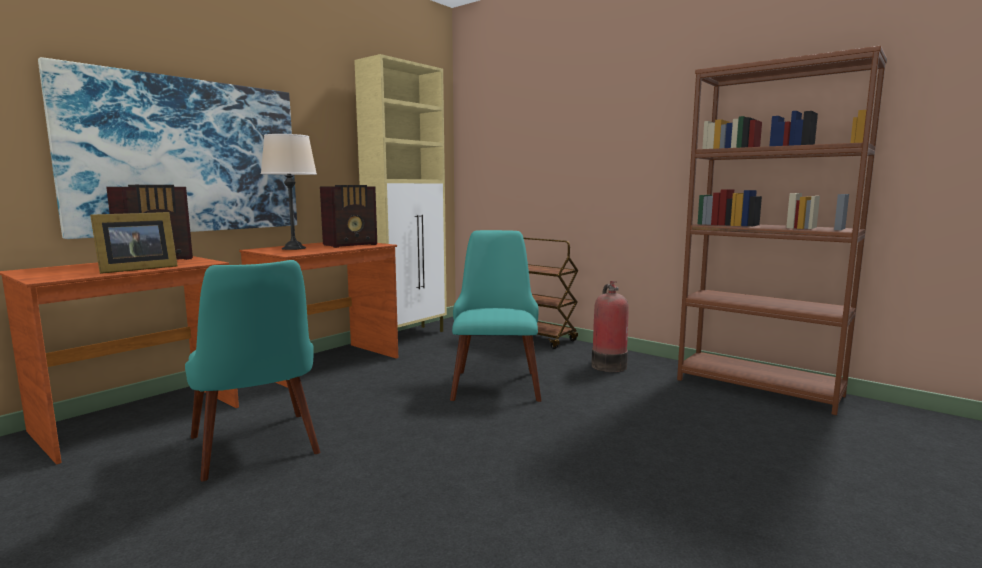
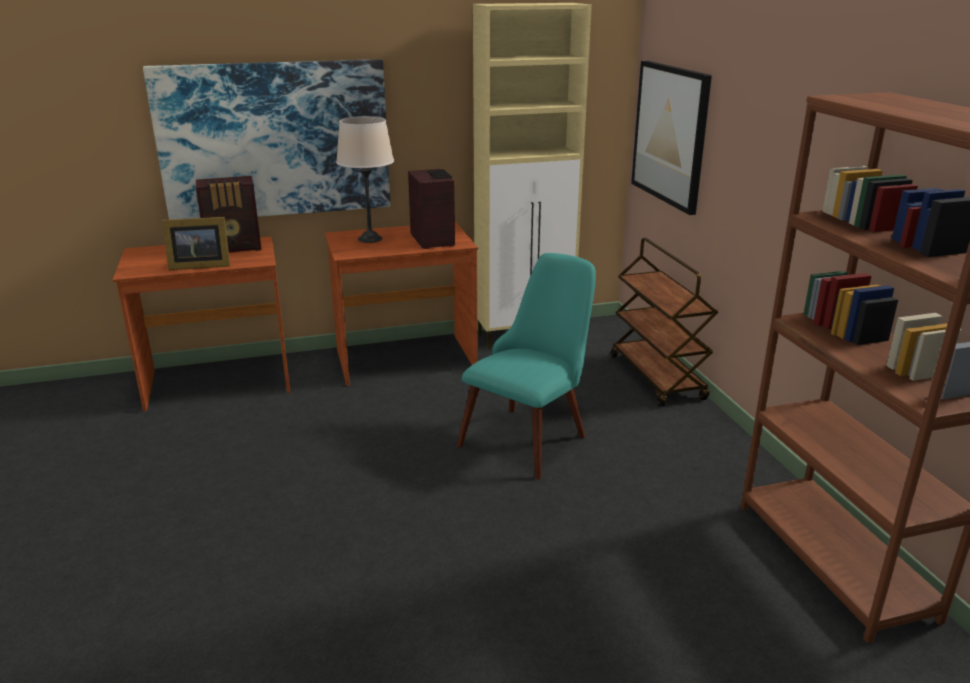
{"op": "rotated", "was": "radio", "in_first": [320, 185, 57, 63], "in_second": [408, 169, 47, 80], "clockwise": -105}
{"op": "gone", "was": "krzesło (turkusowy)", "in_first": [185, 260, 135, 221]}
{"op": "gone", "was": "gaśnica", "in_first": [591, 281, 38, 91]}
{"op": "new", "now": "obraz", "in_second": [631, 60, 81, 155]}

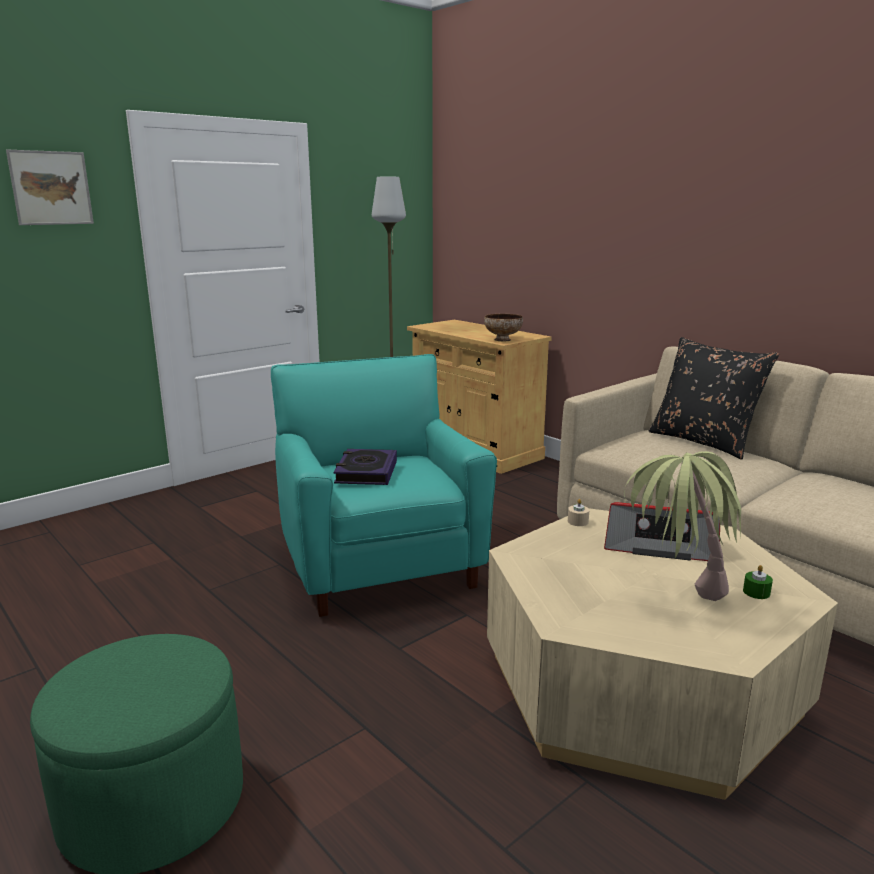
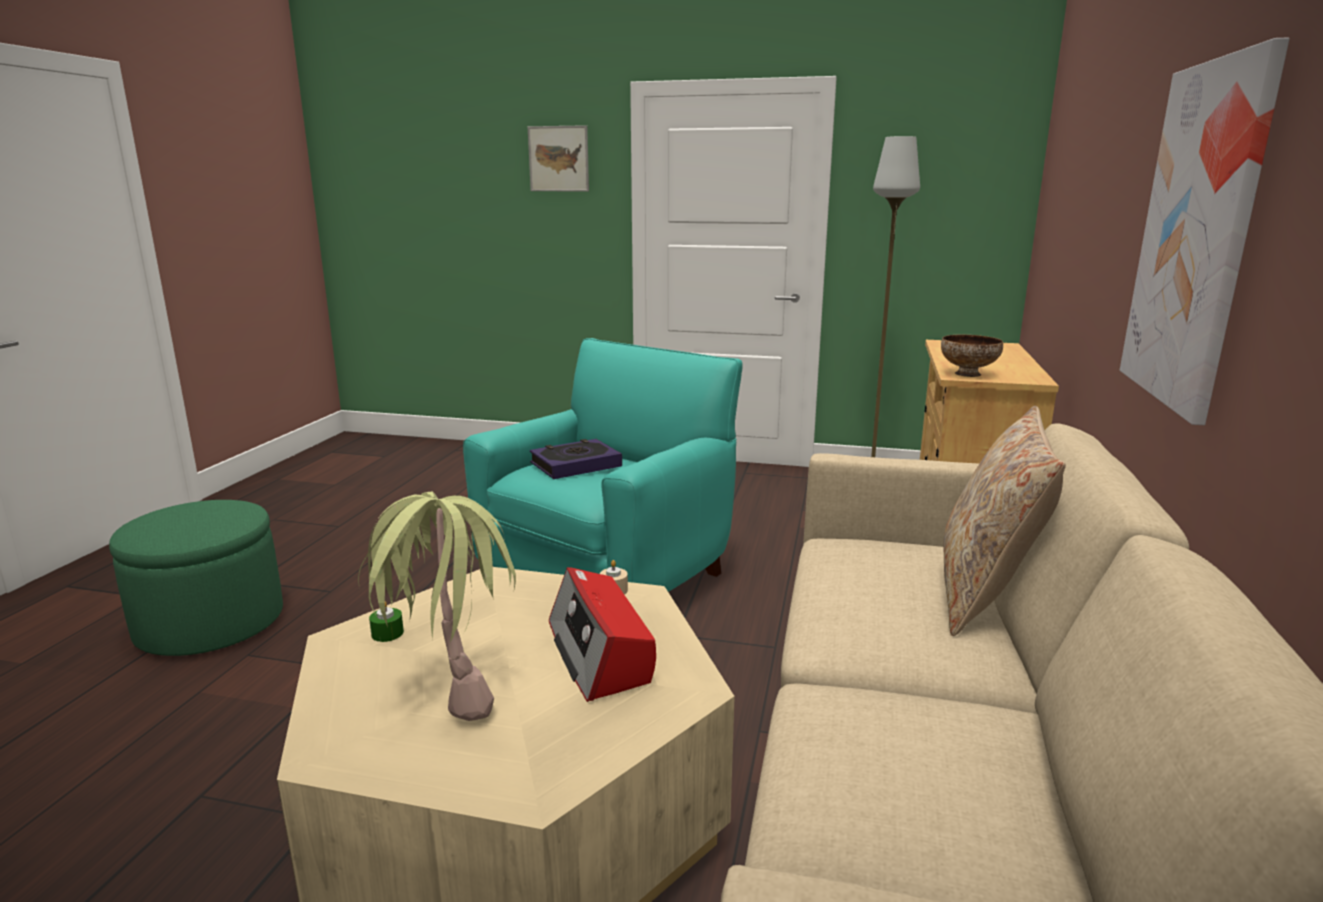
{"op": "repainted", "was": "poduszka (czarny)", "now": "poduszka (beżowy)", "in_first": [649, 337, 130, 123], "in_second": [943, 406, 123, 230]}
{"op": "shifted", "was": "świeca (zielony)", "in_first": [743, 565, 30, 34], "in_second": [369, 601, 35, 41]}
{"op": "new", "now": "obraz", "in_second": [1120, 37, 170, 388]}

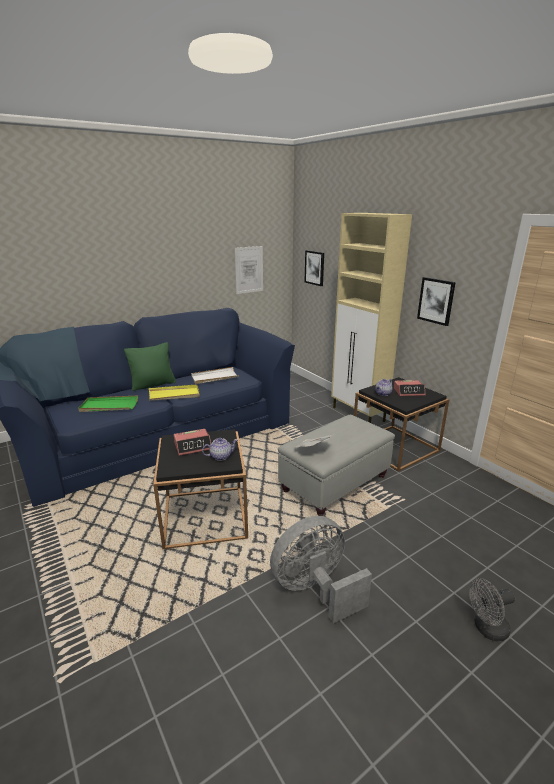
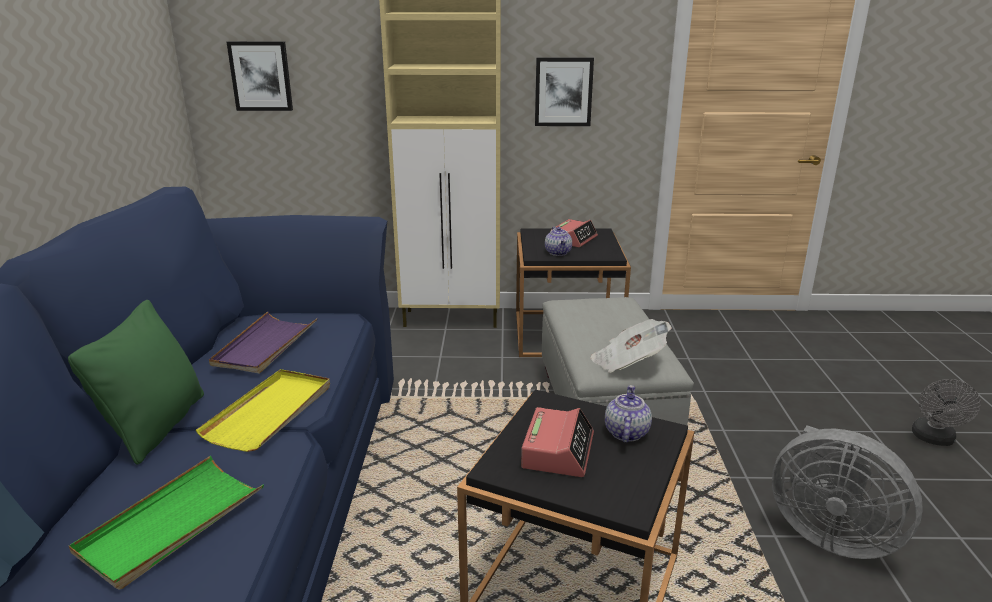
{"op": "gone", "was": "obraz", "in_first": [234, 246, 29, 48]}
{"op": "repainted", "was": "taca (biały)", "now": "taca (fioletowy)", "in_first": [191, 367, 48, 17], "in_second": [209, 311, 109, 62]}
{"op": "rotated", "was": "wentylator (szary)", "in_first": [270, 516, 102, 107], "in_second": [772, 425, 151, 134], "clockwise": -60}

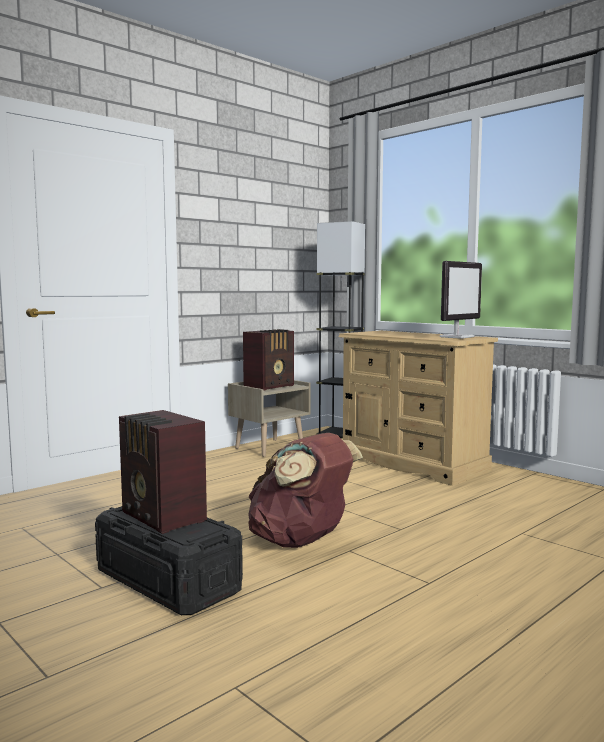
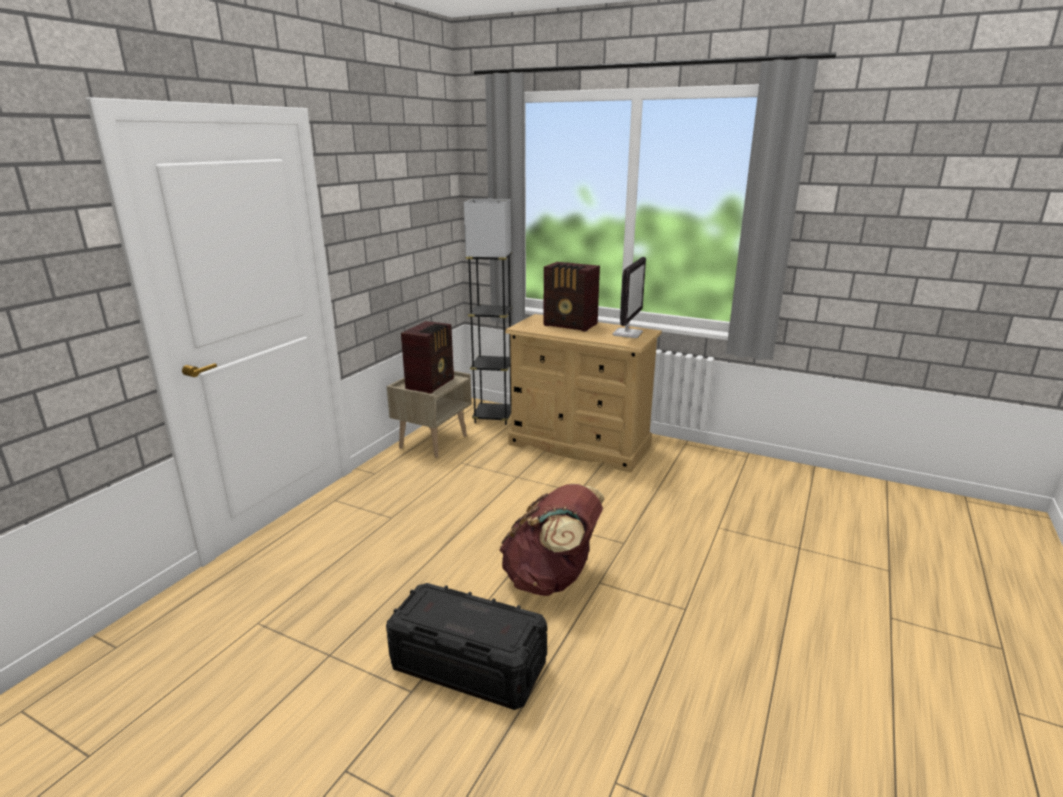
{"op": "shifted", "was": "radio", "in_first": [119, 410, 88, 124], "in_second": [543, 262, 57, 70]}

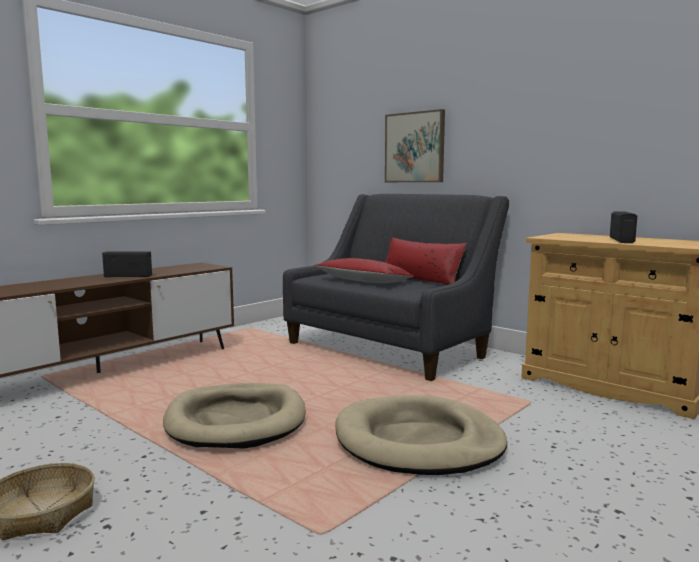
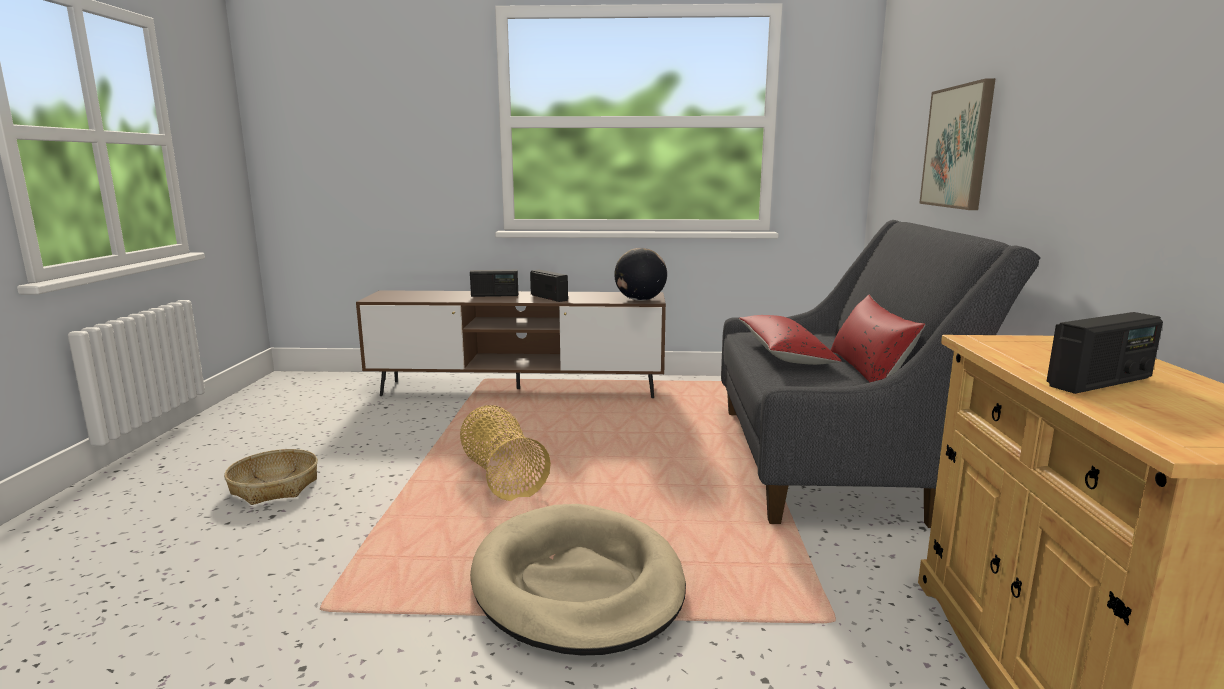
{"op": "swapped", "was": "legowisko (beżowy)", "now": "koszyk", "in_first": [163, 383, 143, 66], "in_second": [460, 405, 91, 96]}
{"op": "new", "now": "globus", "in_second": [614, 248, 53, 53]}
{"op": "new", "now": "radio", "in_second": [470, 270, 48, 27]}

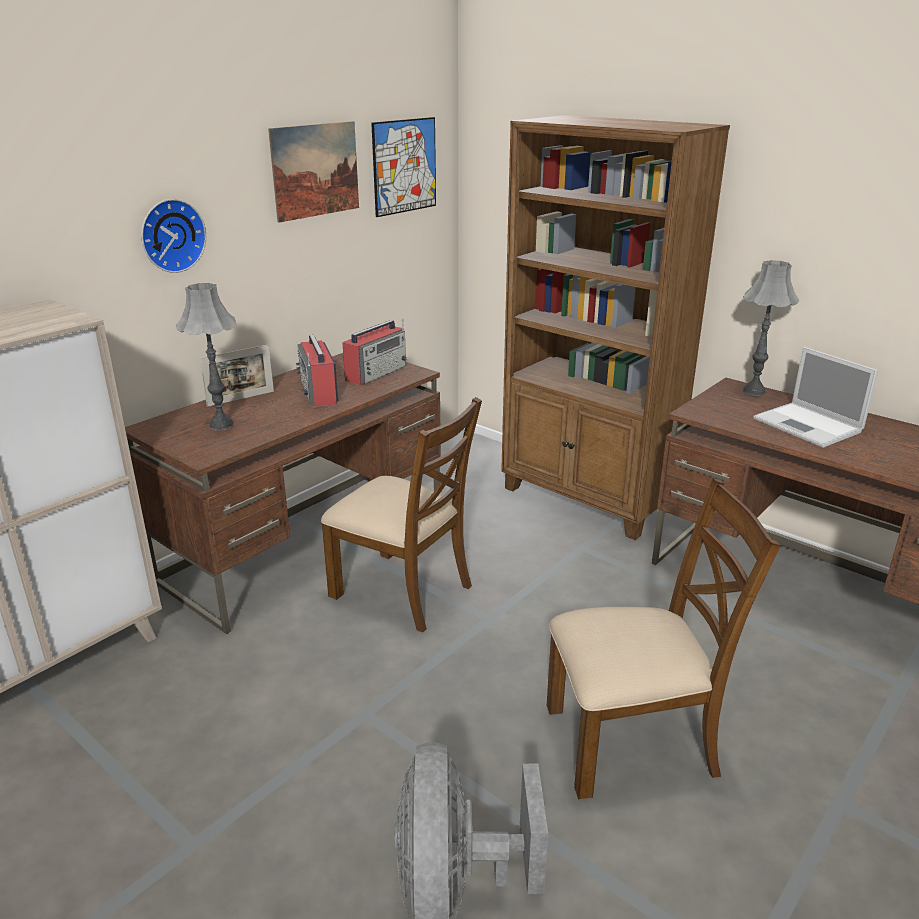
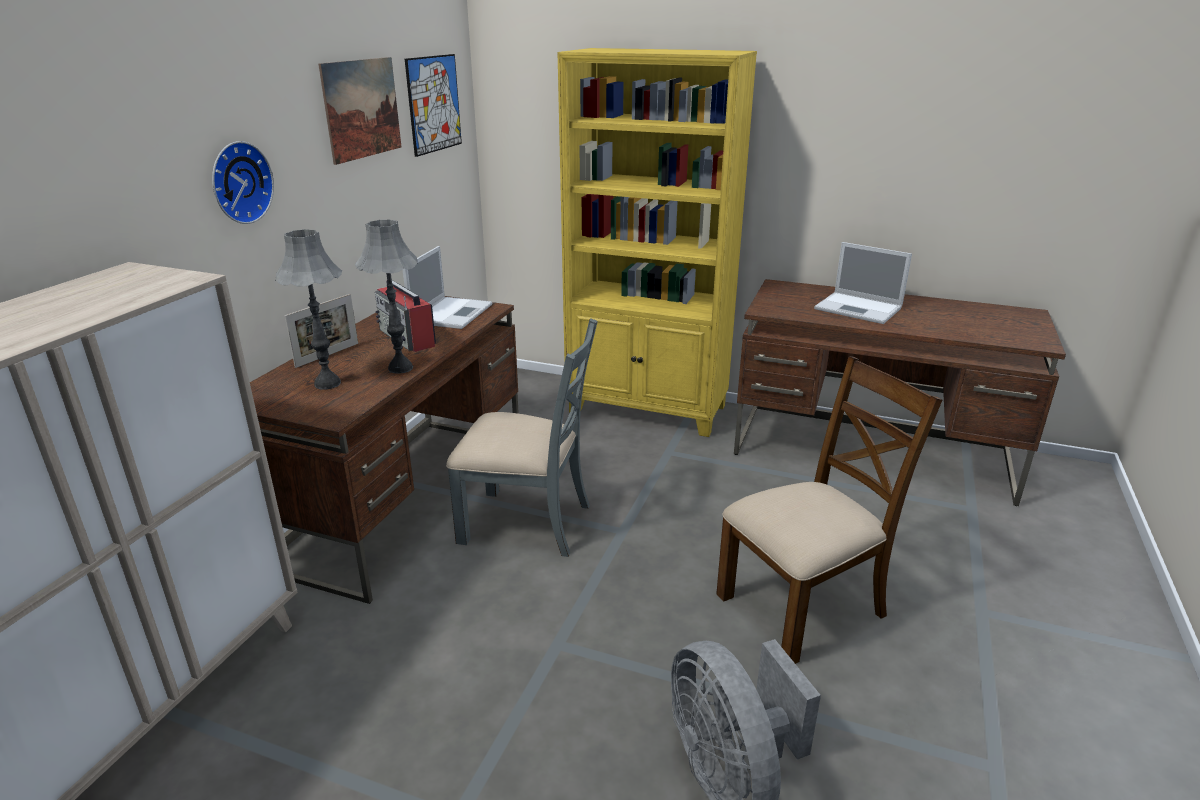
{"op": "repainted", "was": "regał (brązowy)", "now": "regał (żółty)", "in_first": [501, 115, 229, 425], "in_second": [557, 48, 200, 389]}
{"op": "shifted", "was": "lampa stołowa (szary)", "in_first": [743, 260, 57, 136], "in_second": [355, 219, 63, 155]}
{"op": "swapped", "was": "radio", "now": "laptop", "in_first": [342, 319, 65, 66], "in_second": [403, 246, 90, 83]}
{"op": "repainted", "was": "krzesło (brązowy)", "now": "krzesło (szary)", "in_first": [321, 397, 161, 236], "in_second": [446, 318, 152, 239]}

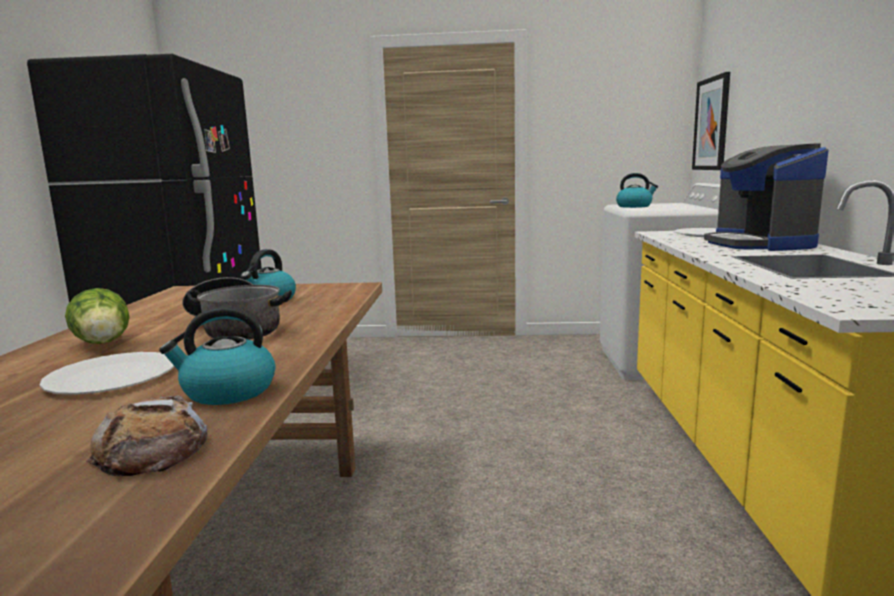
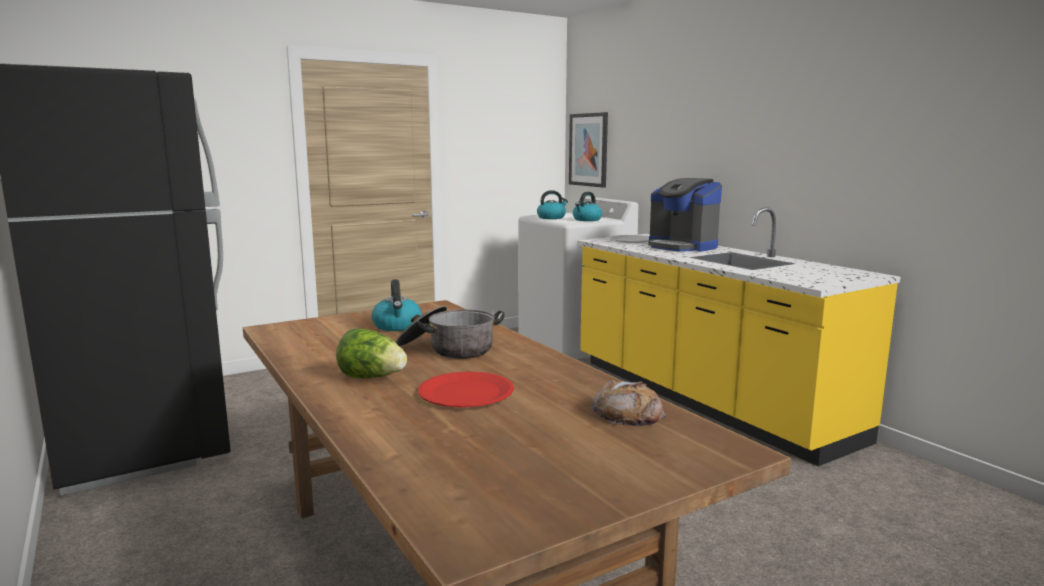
{"op": "shifted", "was": "czajnik", "in_first": [159, 306, 116, 99], "in_second": [573, 192, 29, 29]}
{"op": "repainted", "was": "talerz (biały)", "now": "talerz (czerwony)", "in_first": [39, 352, 135, 43], "in_second": [418, 371, 96, 36]}

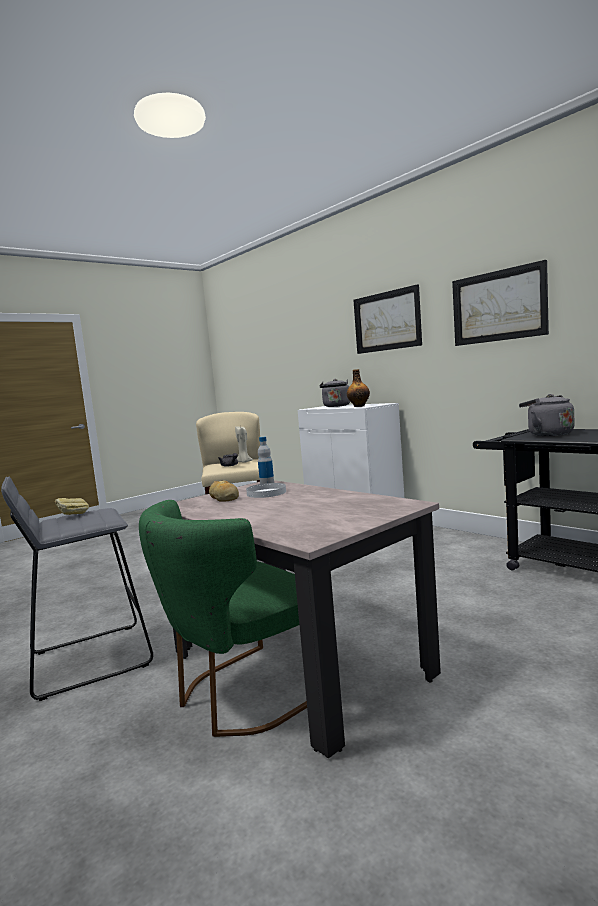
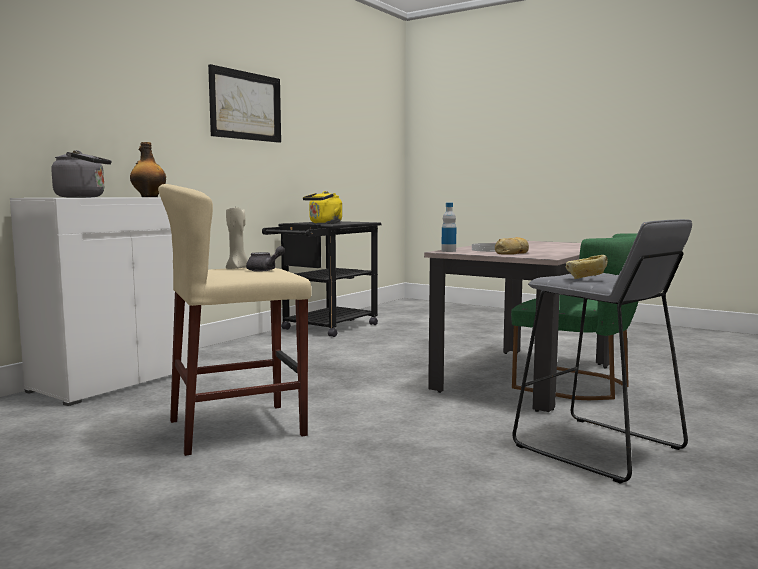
{"op": "gone", "was": "obraz", "in_first": [353, 284, 69, 70]}
{"op": "repainted", "was": "czajnik (szary)", "now": "czajnik (żółty)", "in_first": [519, 394, 55, 42], "in_second": [303, 191, 39, 33]}

